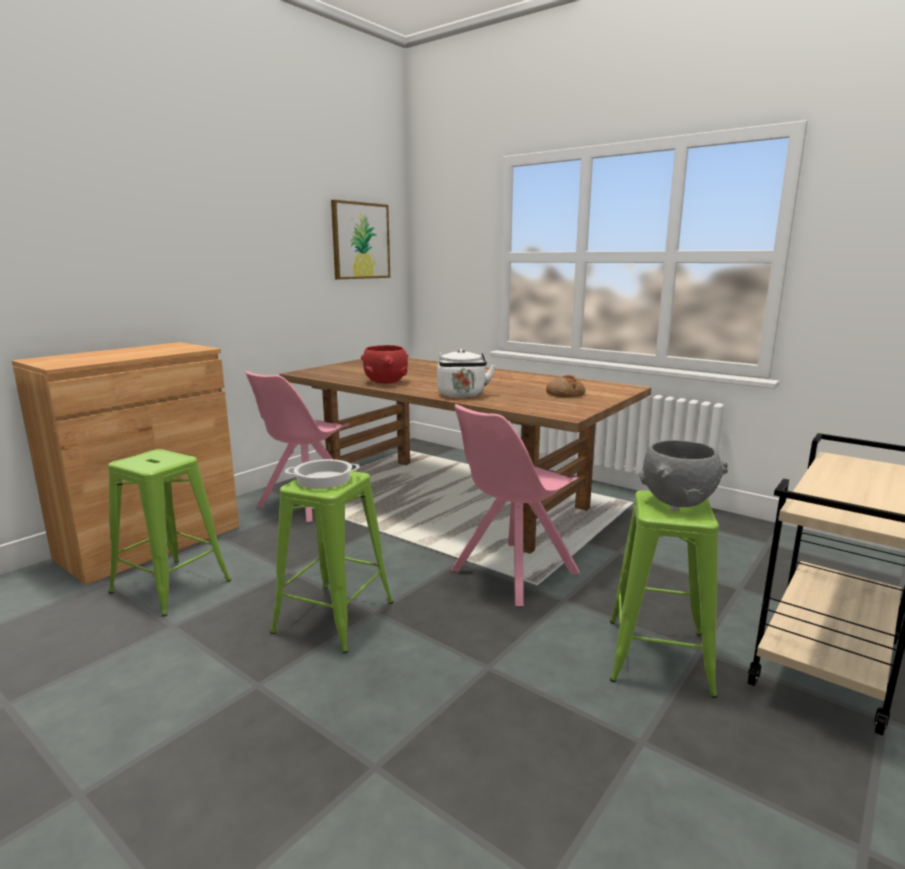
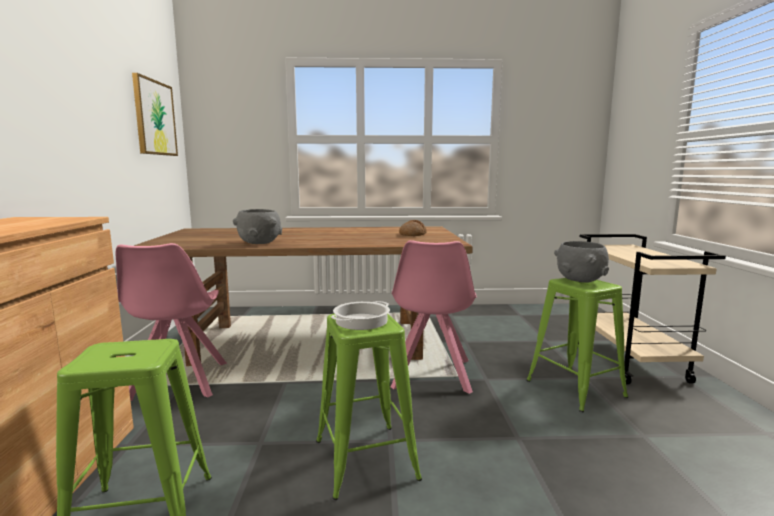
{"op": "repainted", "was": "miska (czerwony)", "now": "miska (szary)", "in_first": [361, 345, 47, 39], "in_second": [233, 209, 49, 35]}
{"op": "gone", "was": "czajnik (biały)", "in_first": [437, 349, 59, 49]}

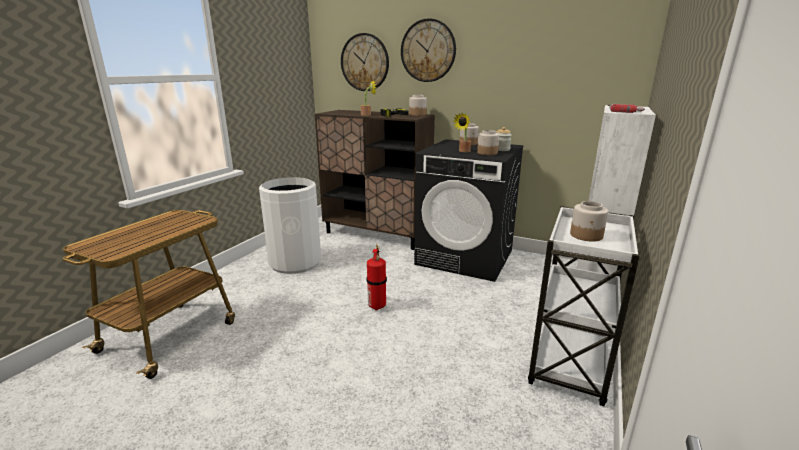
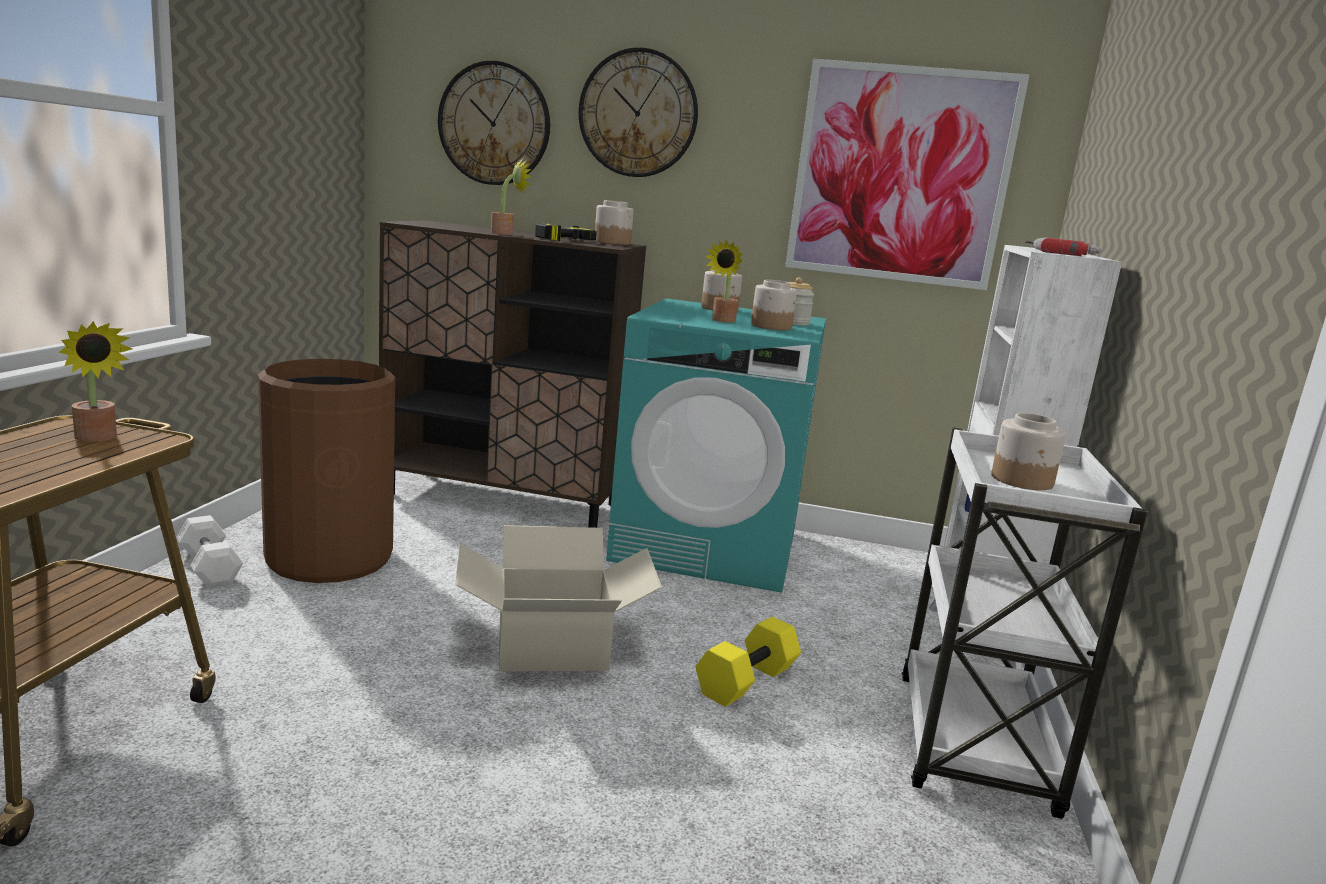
{"op": "repainted", "was": "pralka (czarny)", "now": "pralka (turkusowy)", "in_first": [414, 139, 110, 143], "in_second": [606, 298, 220, 295]}
{"op": "repainted", "was": "kosz na śmieci (biały)", "now": "kosz na śmieci (brązowy)", "in_first": [259, 177, 62, 97], "in_second": [258, 359, 137, 224]}
{"op": "swapped", "was": "gaśnica", "now": "karton", "in_first": [366, 245, 21, 65], "in_second": [455, 525, 207, 146]}
{"op": "new", "now": "obraz", "in_second": [785, 59, 245, 231]}
{"op": "new", "now": "roślina doniczkowa", "in_second": [59, 321, 73, 121]}
{"op": "new", "now": "hantel (biały)", "in_second": [177, 515, 66, 72]}
{"op": "new", "now": "hantel (żółty)", "in_second": [696, 617, 105, 90]}

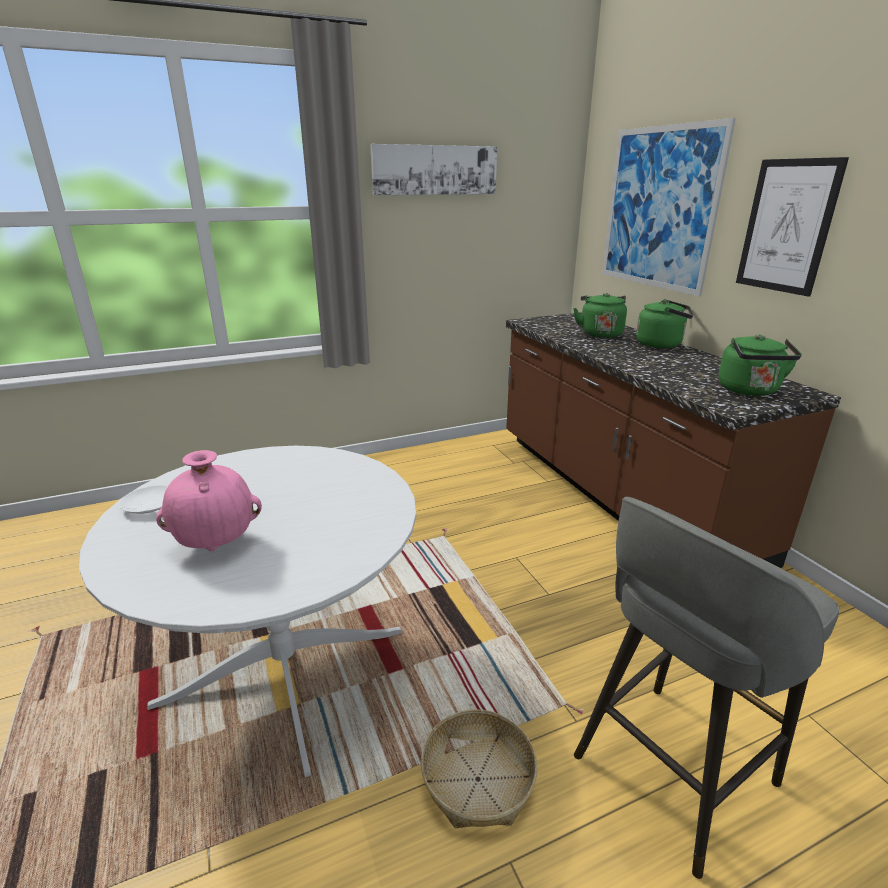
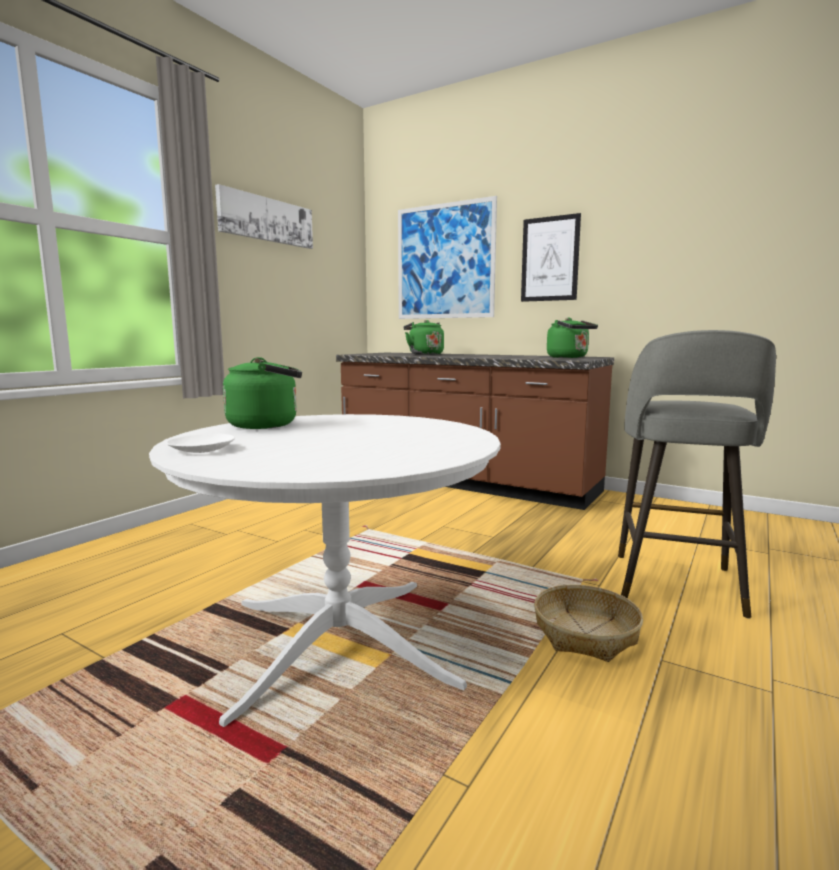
{"op": "shifted", "was": "czajnik (zielony)", "in_first": [636, 299, 58, 49], "in_second": [223, 357, 79, 72]}
{"op": "gone", "was": "wazon (różowy)", "in_first": [156, 450, 106, 101]}

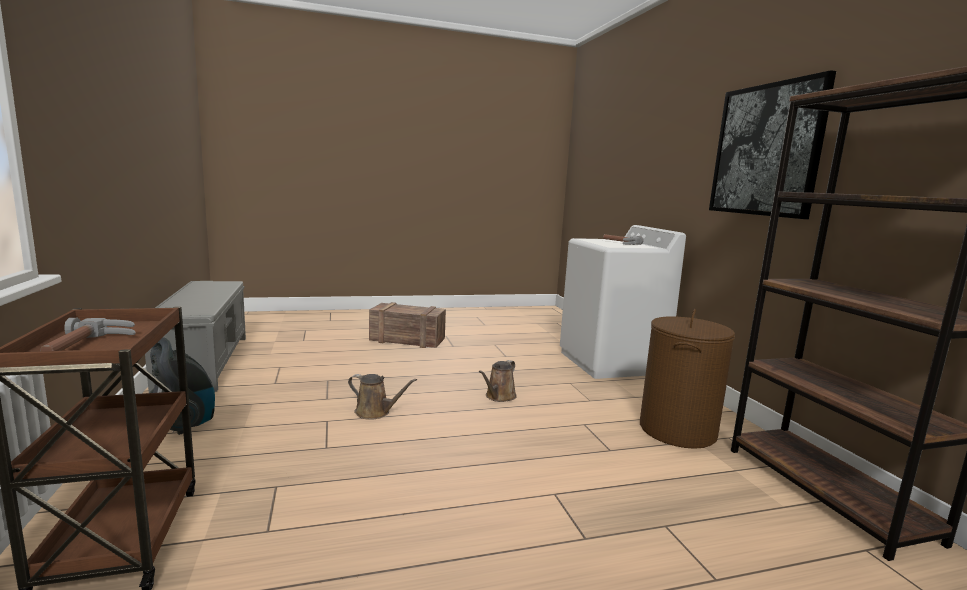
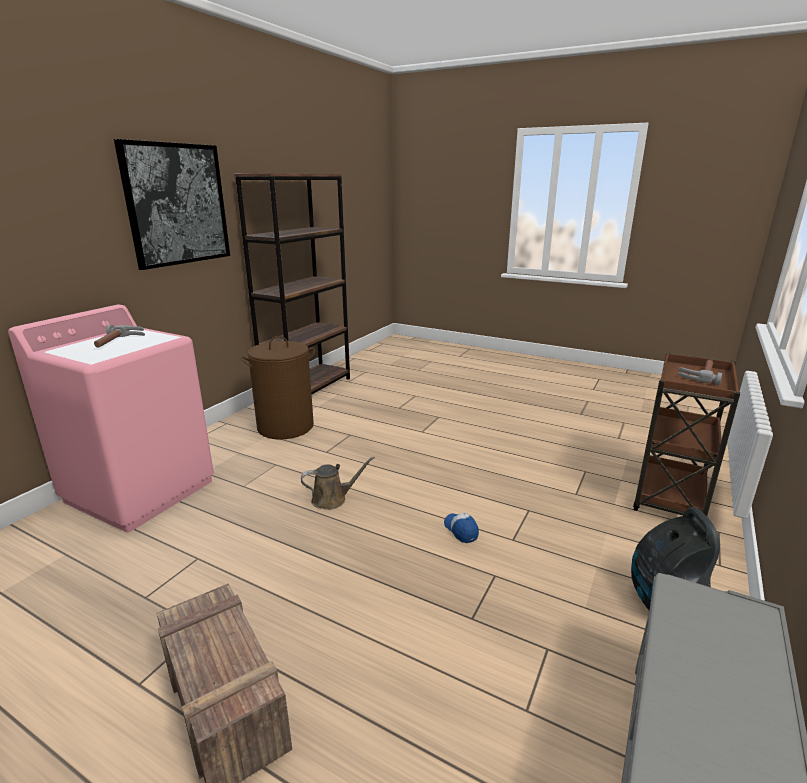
{"op": "repainted", "was": "pralka (biały)", "now": "pralka (różowy)", "in_first": [560, 225, 126, 154], "in_second": [8, 305, 206, 227]}
{"op": "swapped", "was": "konewka (brązowy)", "now": "czapka z daszkiem", "in_first": [348, 374, 69, 46], "in_second": [444, 513, 35, 30]}

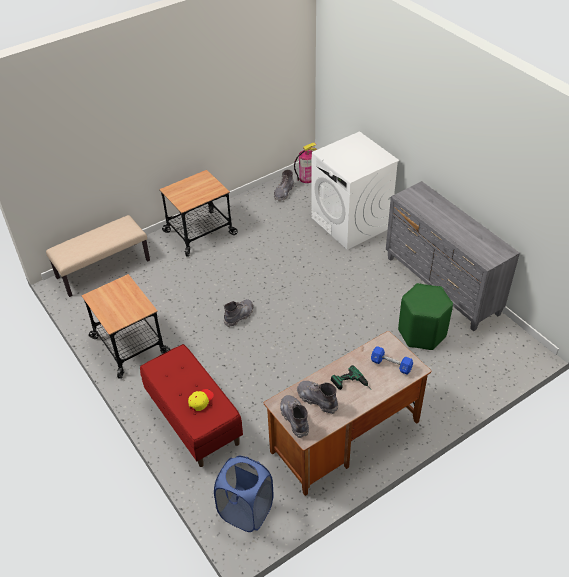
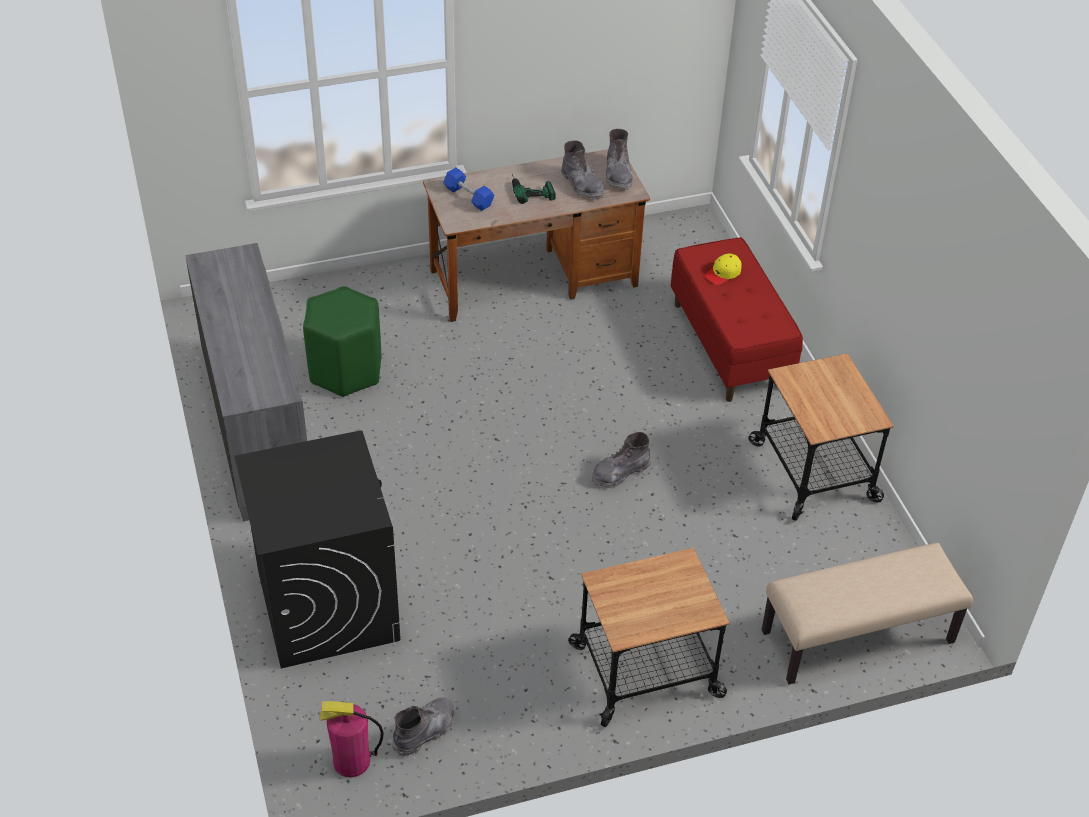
{"op": "repainted", "was": "pralka (biały)", "now": "pralka (czarny)", "in_first": [311, 131, 88, 119], "in_second": [235, 430, 166, 239]}
{"op": "gone", "was": "kosz na pranie (niebieski)", "in_first": [214, 456, 60, 76]}

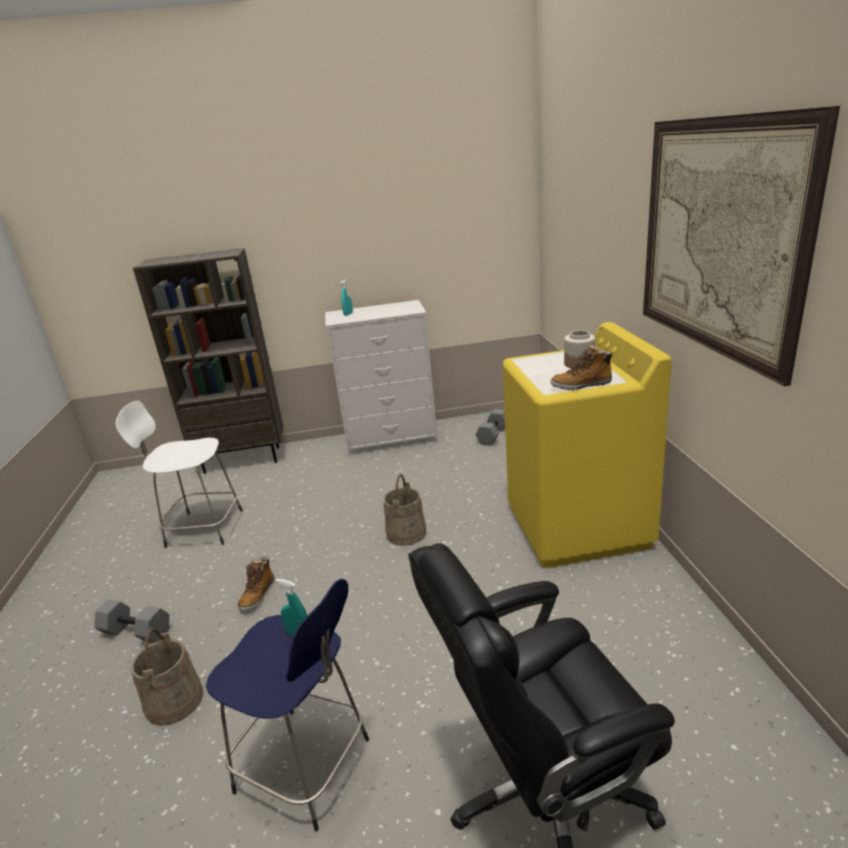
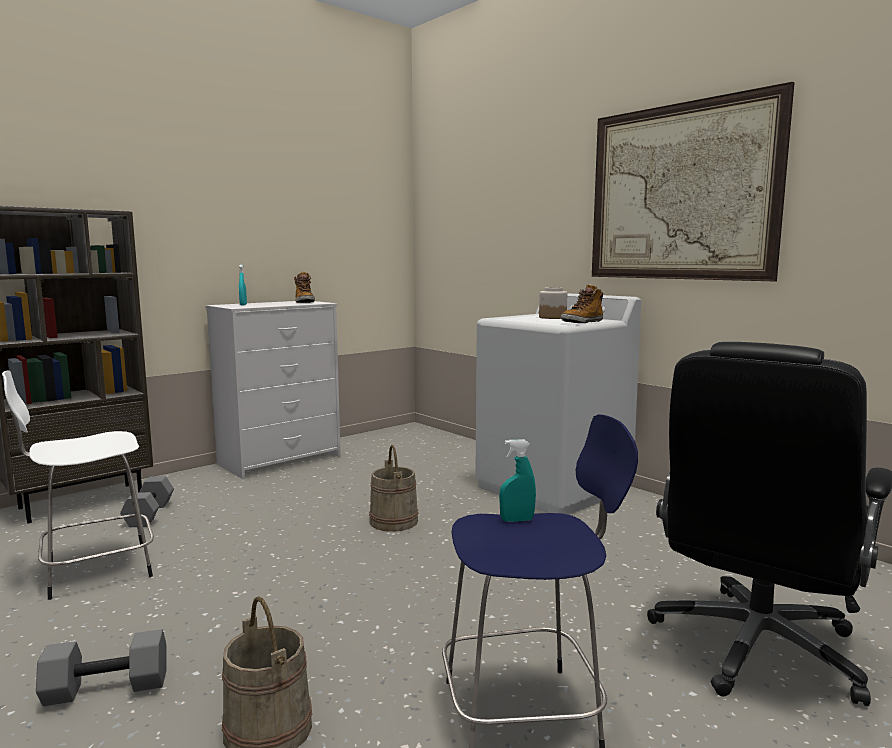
{"op": "repainted", "was": "pralka (żółty)", "now": "pralka (biały)", "in_first": [503, 322, 169, 246], "in_second": [475, 293, 166, 222]}
{"op": "shifted", "was": "hantel (szary)", "in_first": [475, 409, 30, 37], "in_second": [120, 476, 54, 51]}
{"op": "shifted", "was": "but z cholewką", "in_first": [238, 557, 36, 54], "in_second": [294, 272, 21, 31]}

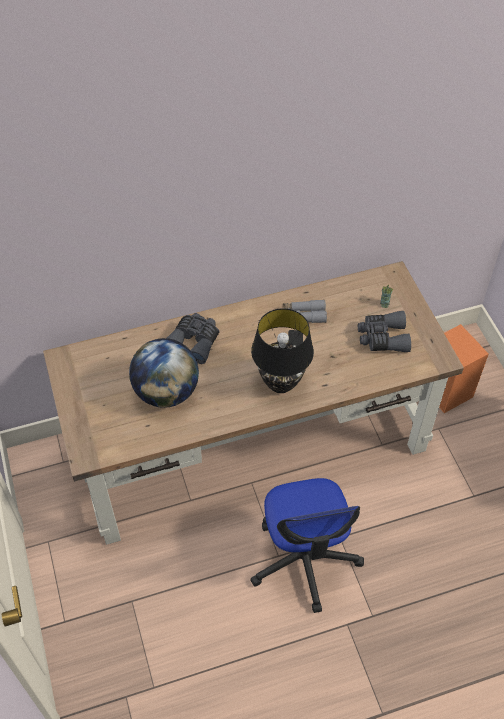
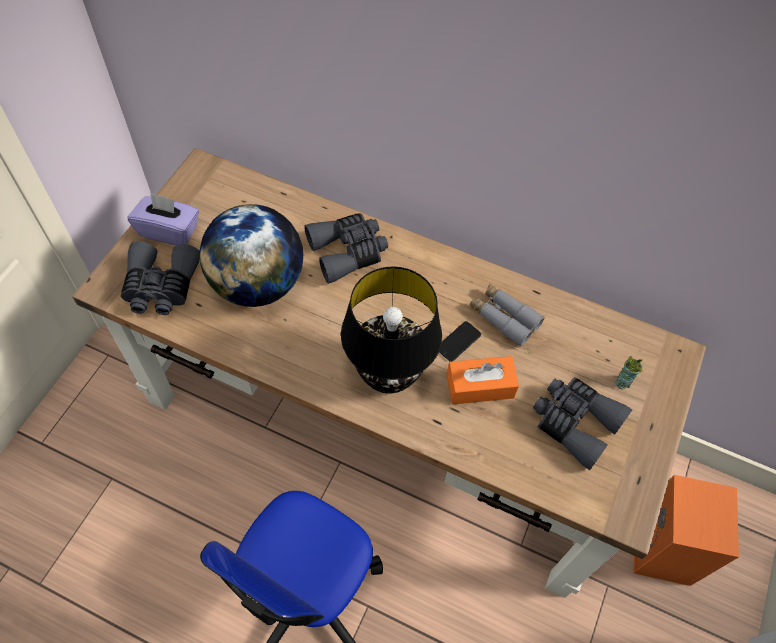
{"op": "new", "now": "pudełko chusteczek (fioletowy)", "in_second": [127, 193, 72, 52]}
{"op": "new", "now": "lornetka (szary)", "in_second": [121, 241, 79, 74]}
{"op": "new", "now": "pudełko chusteczek (pomarańczowy)", "in_second": [446, 356, 73, 49]}

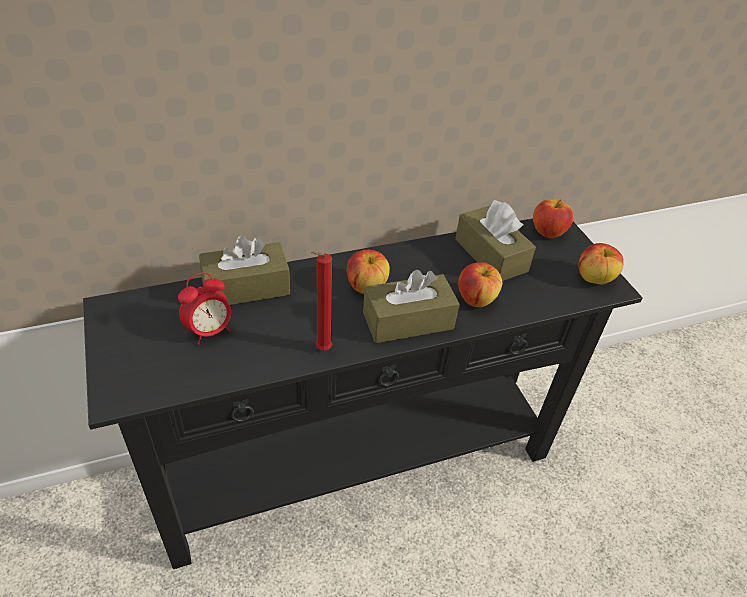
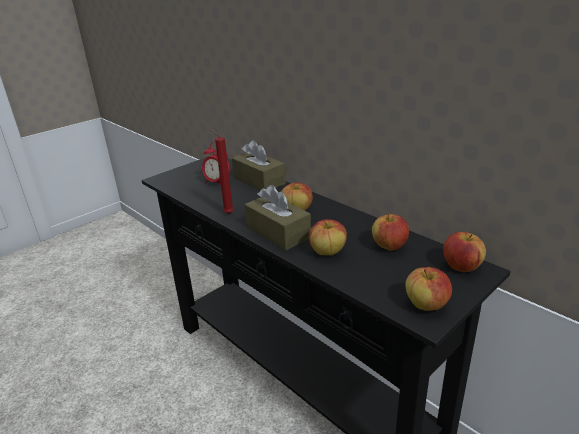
{"op": "swapped", "was": "pudełko chusteczek (brązowy)", "now": "jabłko", "in_first": [455, 200, 81, 81], "in_second": [372, 213, 37, 38]}

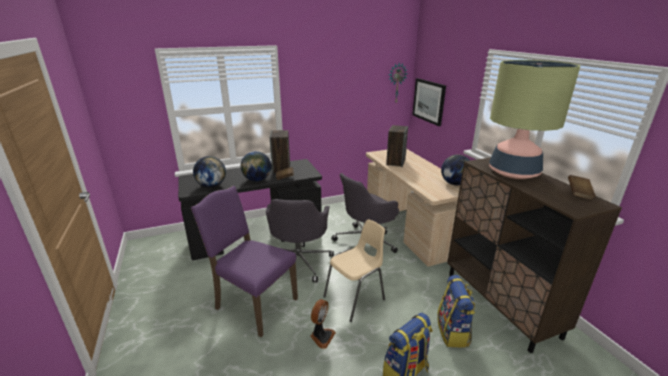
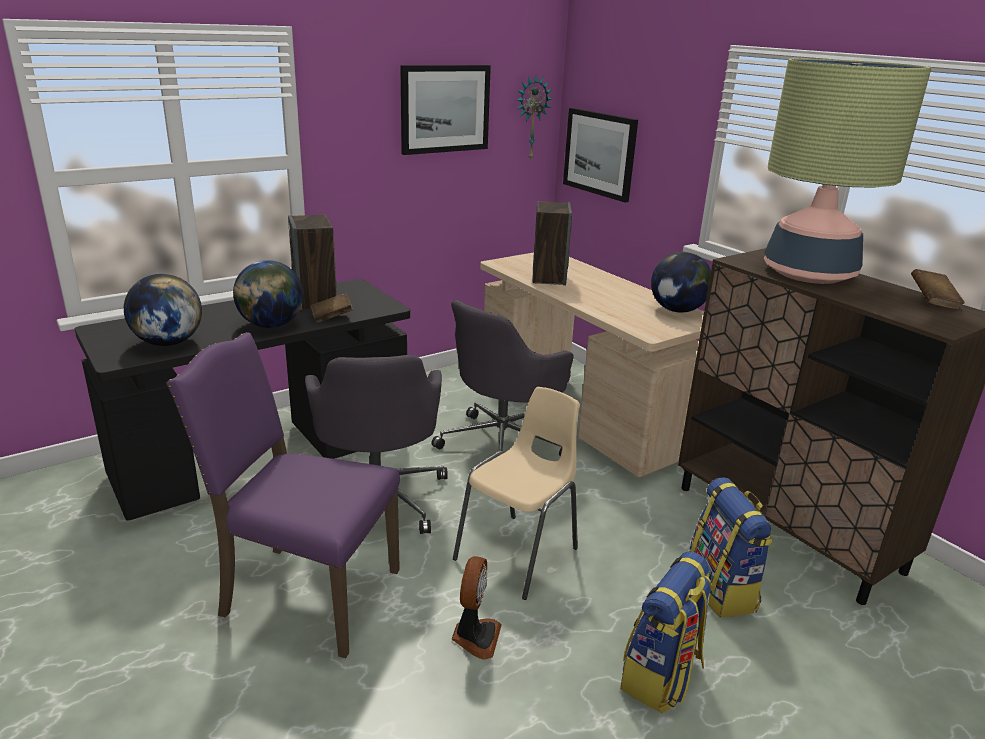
{"op": "new", "now": "obraz", "in_second": [400, 65, 91, 90]}

